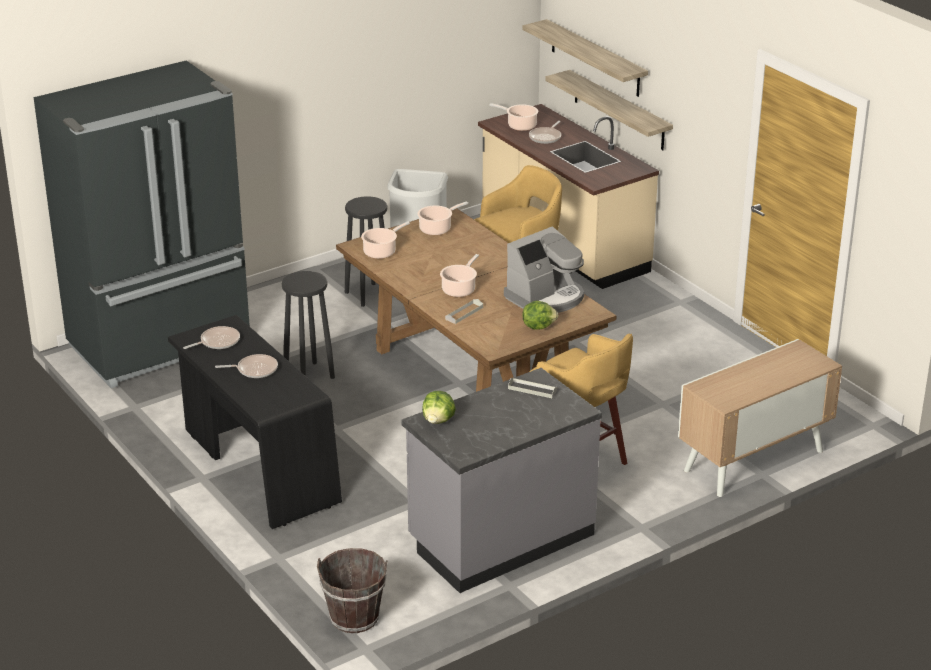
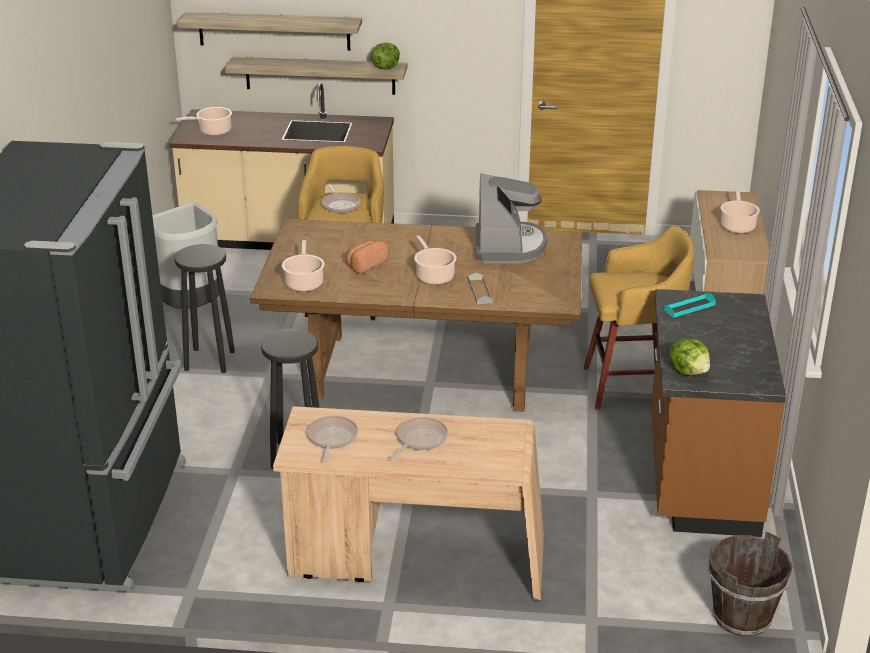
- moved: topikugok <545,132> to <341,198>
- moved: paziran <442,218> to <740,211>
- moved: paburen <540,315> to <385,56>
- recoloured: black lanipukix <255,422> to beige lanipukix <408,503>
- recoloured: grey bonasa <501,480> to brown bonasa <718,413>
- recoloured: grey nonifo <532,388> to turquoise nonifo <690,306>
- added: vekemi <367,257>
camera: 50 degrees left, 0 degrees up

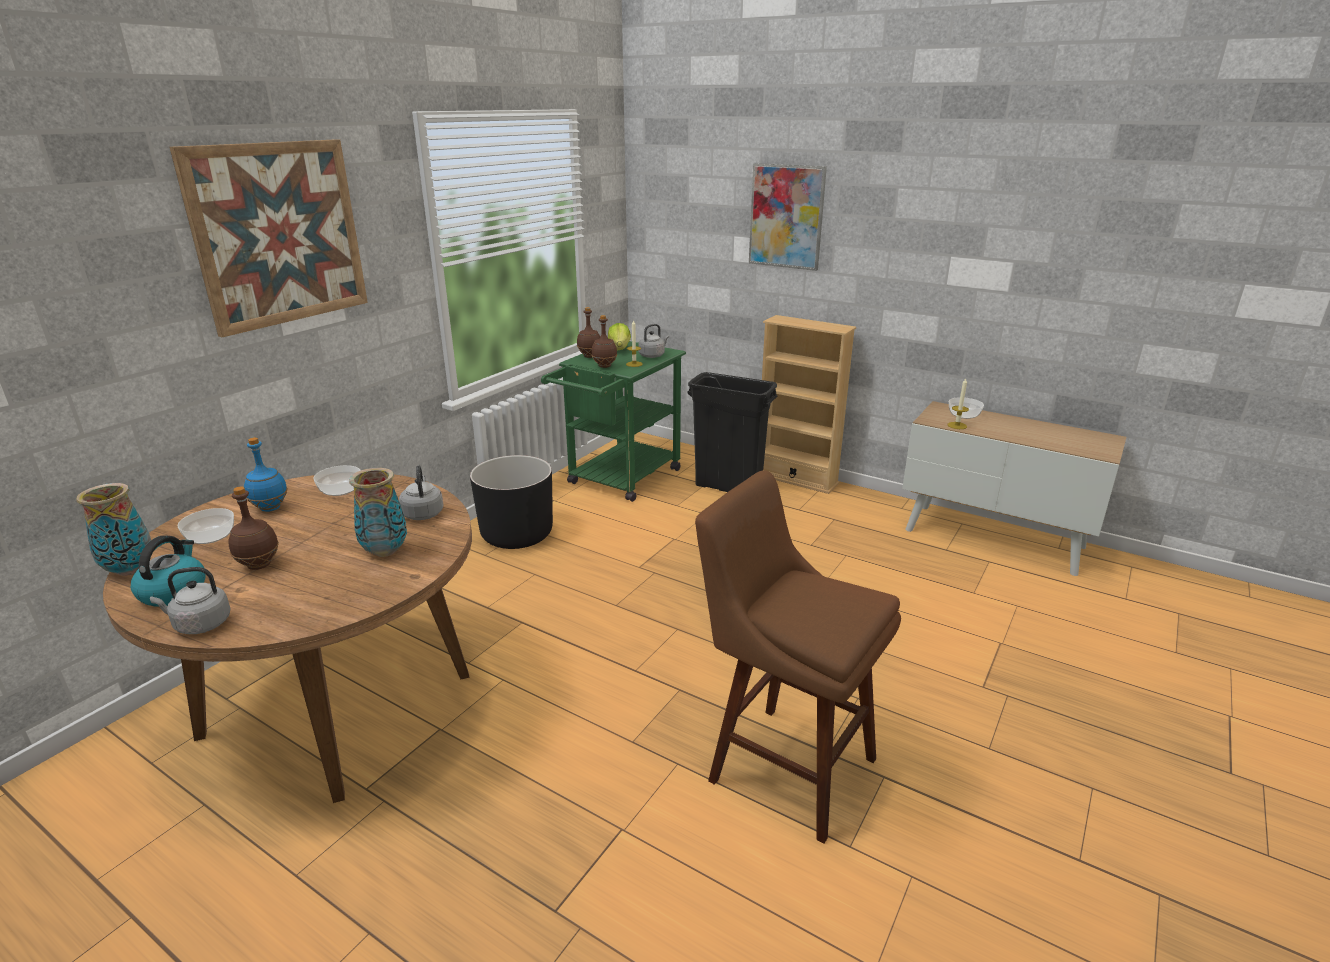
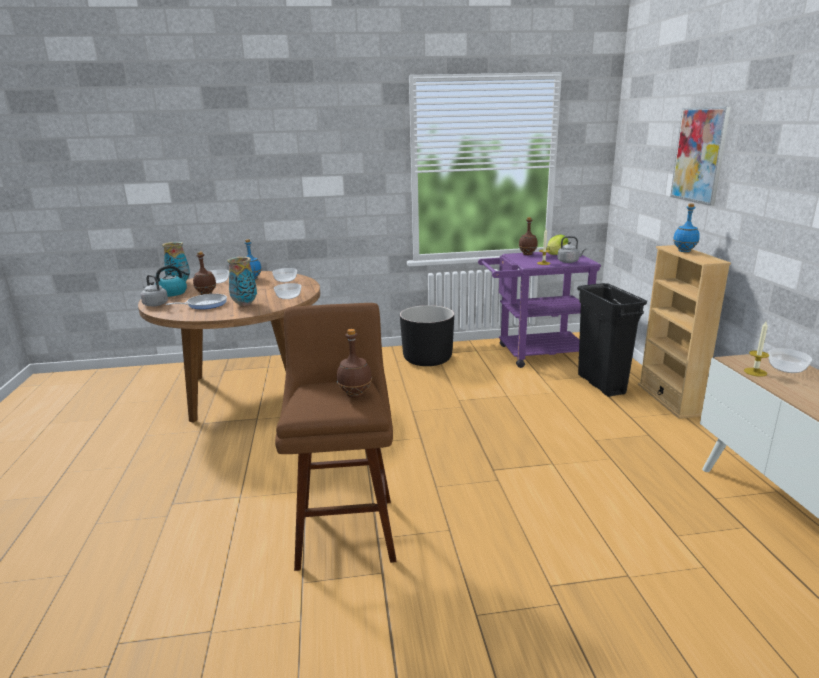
- removed: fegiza <268,238>
- moved: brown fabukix <604,341> to <354,363>
- recoloured: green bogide <613,421> to purple bogide <539,310>
- replaced: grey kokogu <421,492> to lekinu <287,291>
- added: blue fabukix <686,228>
- added: topikugok <196,301>
camera: 50 degrees right, 5 degrees down

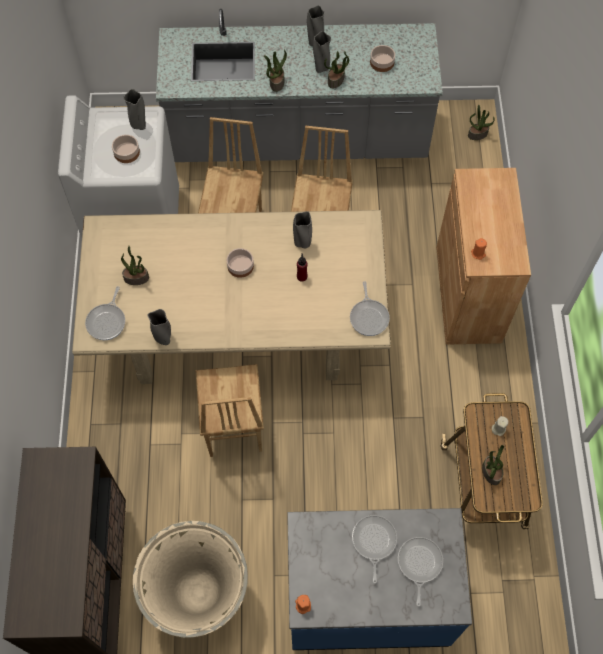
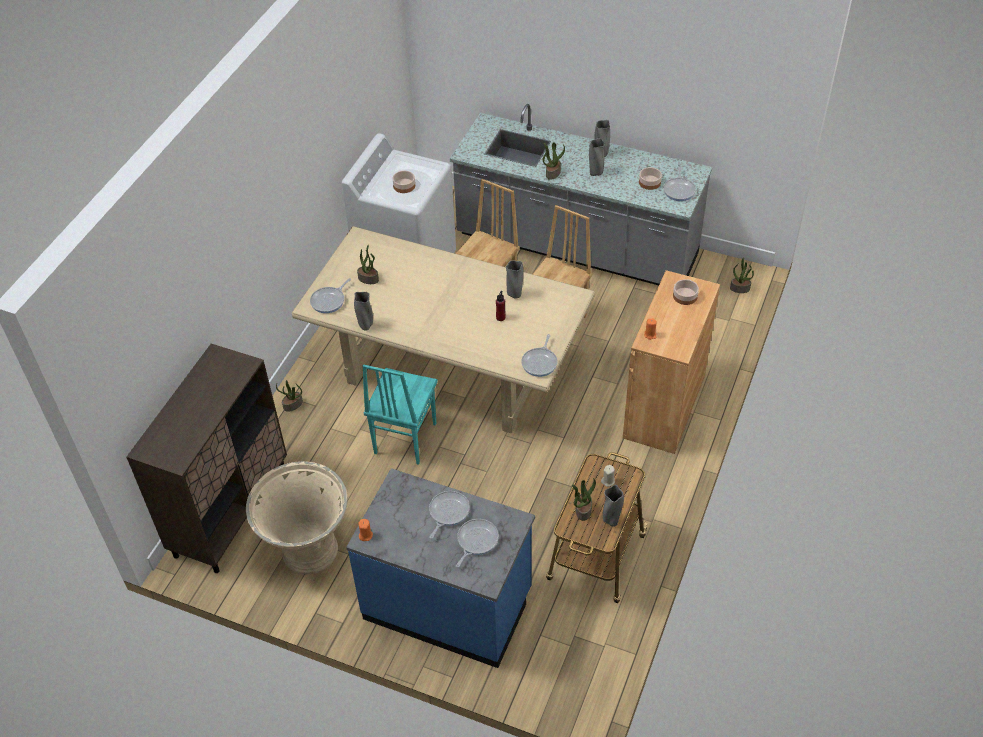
- moved: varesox <336,70> to <289,396>
- moved: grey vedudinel <135,109> to <613,506>
- moved: lekinu <240,263> to <686,292>
- recoloured: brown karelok <230,410> to turquoise karelok <400,415>
- added: topikugok <679,183>
camera: 25 degrees right, 15 degrees down

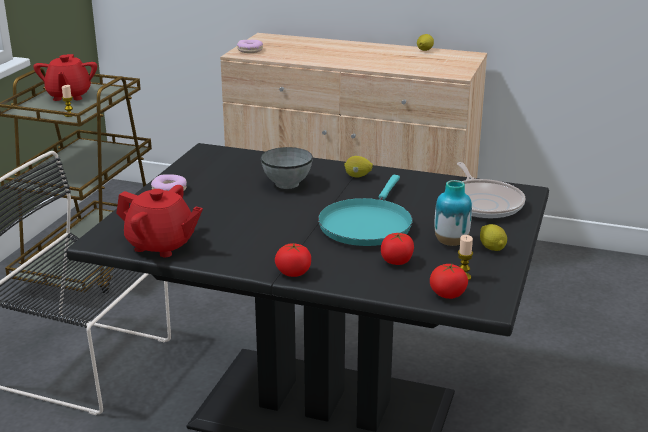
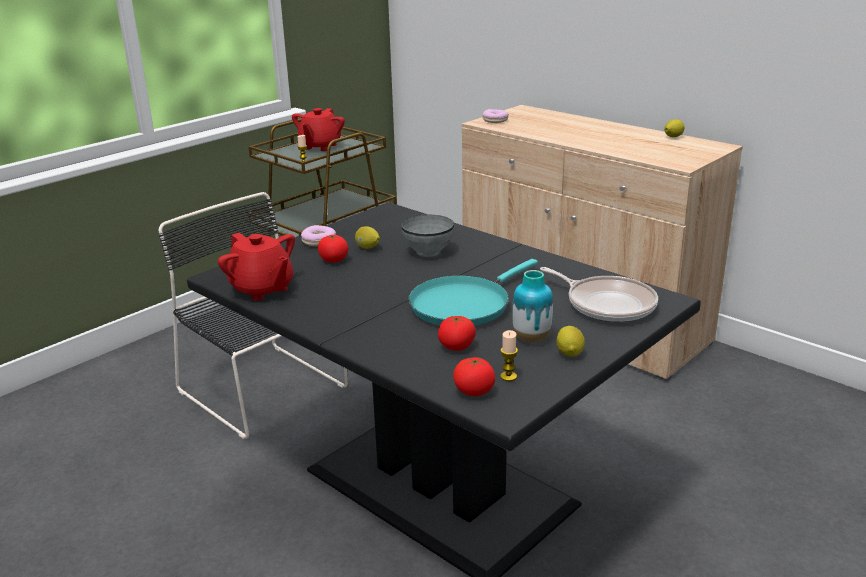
- moved: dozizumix <358,166> to <367,237>
- turned: topikugok <491,190> = <599,294> 60 degrees counterclockwise
- moved: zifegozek <293,260> to <333,249>
camera: 25 degrees right, 0 degrees up

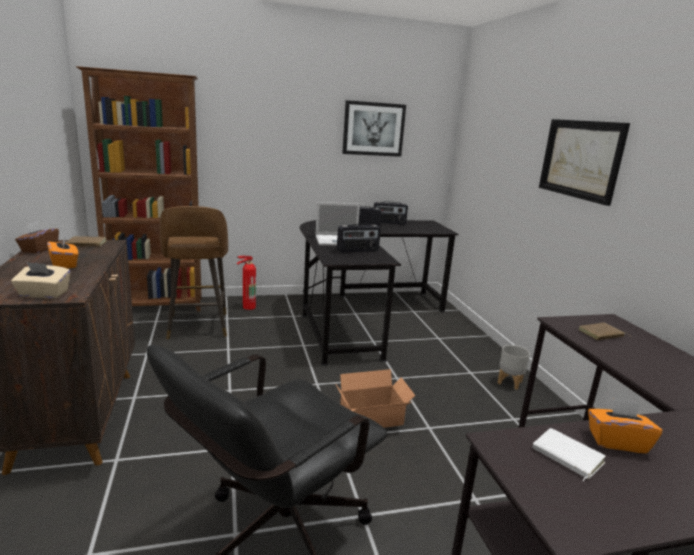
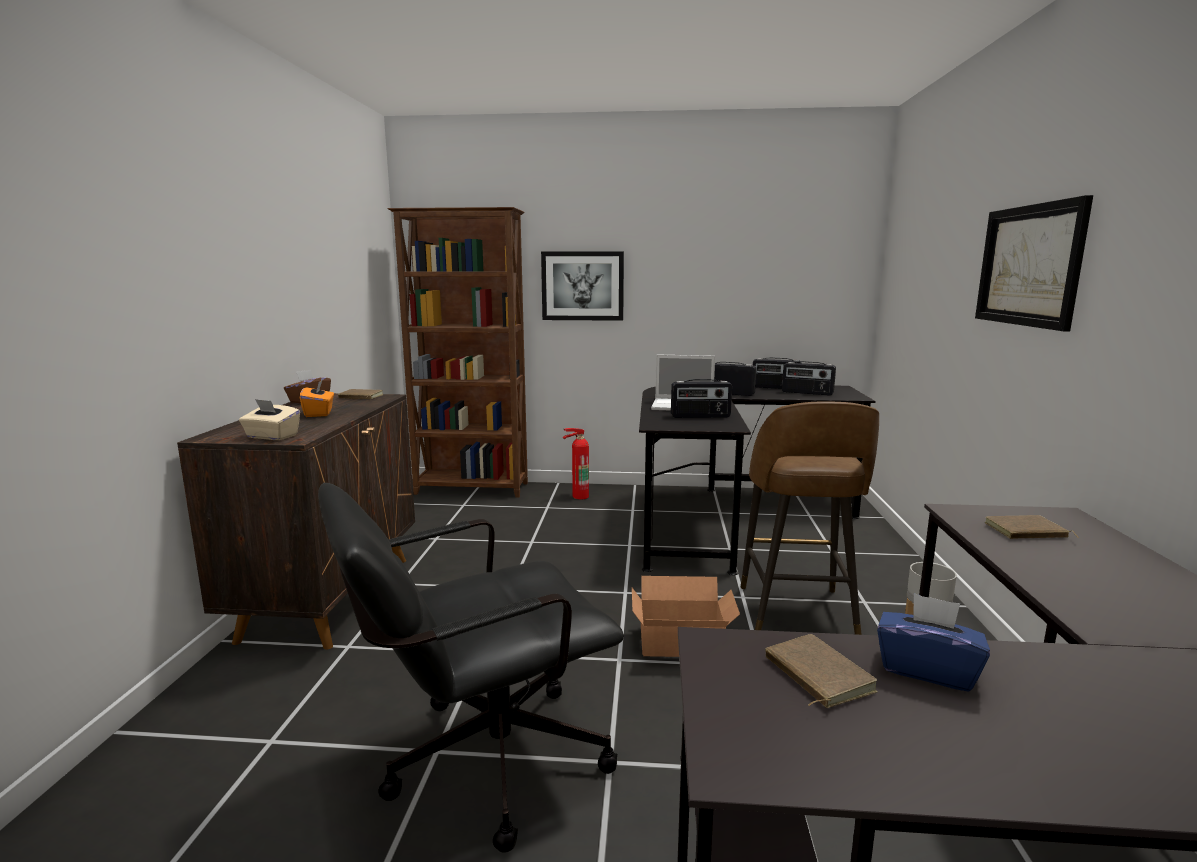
- moved: fegiza <374,128> to <582,286>
- moved: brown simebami <194,273> to <810,518>
- recoloured: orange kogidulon <625,425> to blue kogidulon <933,642>
- recoloured: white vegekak <569,454> to brown vegekak <821,671>
- added: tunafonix <809,378>
camera: 20 degrees right, 5 degrees down

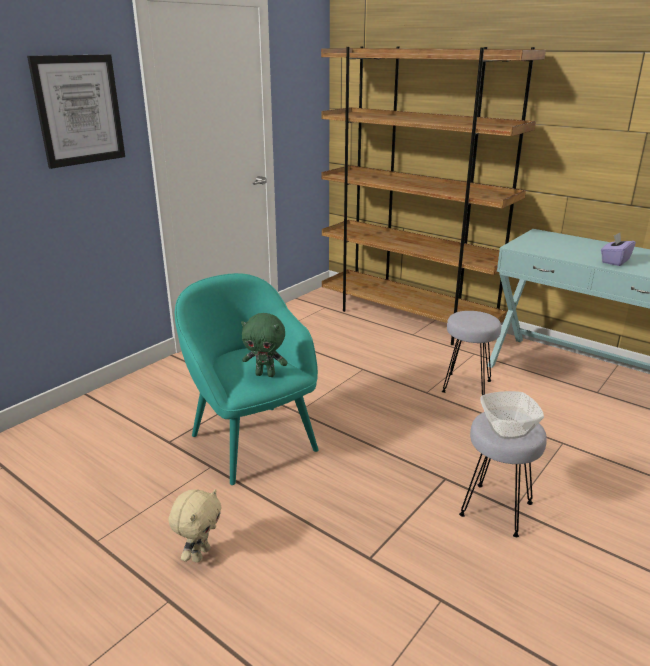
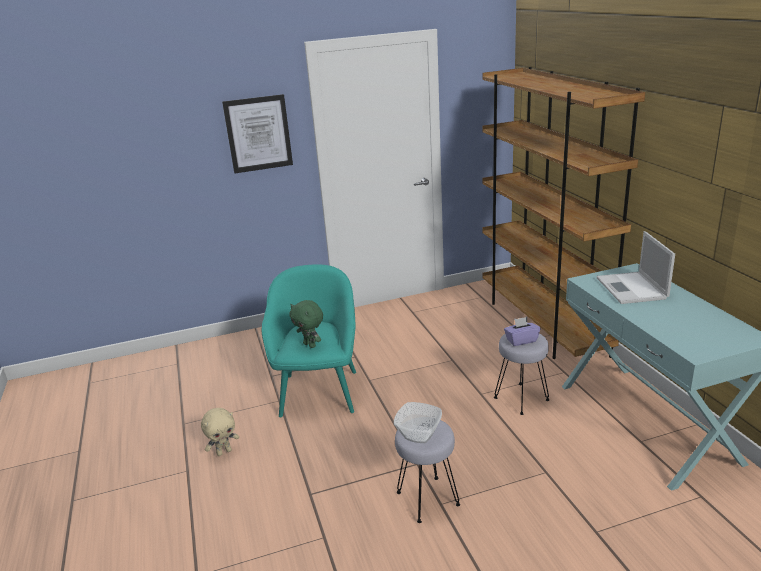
- moved: purple kogidulon <618,249> to <522,331>
- added: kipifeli <635,267>
camera: 35 degrees right, 0 degrees up

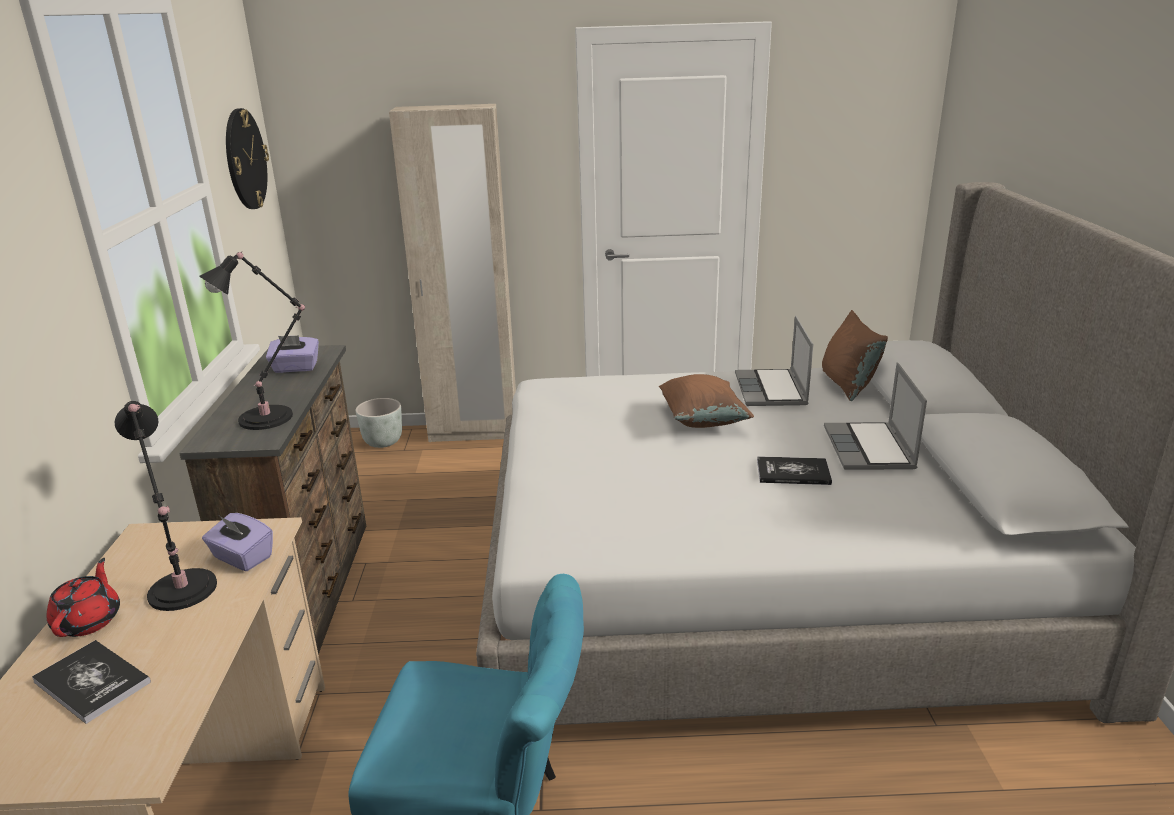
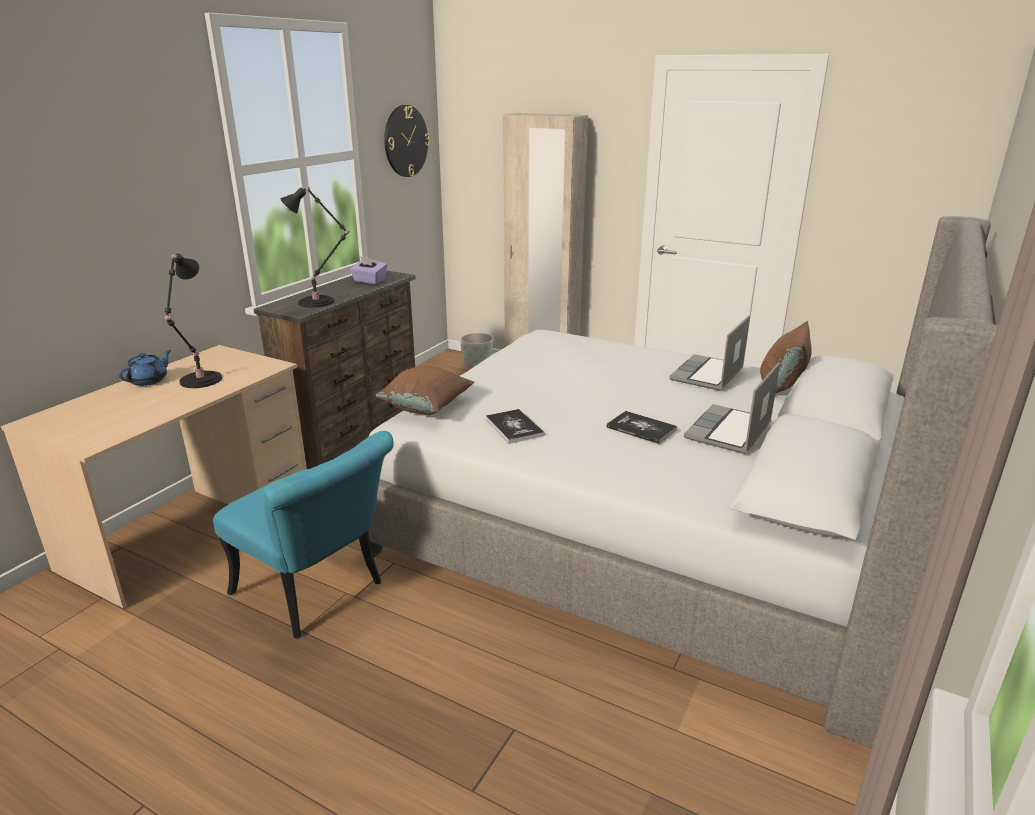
- moved: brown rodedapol <706,401> to <425,390>
- removed: purple kogidulon <237,542>
- recoloured: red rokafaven <83,597> to blue rokafaven <144,368>
- moved: vegekak <91,682> to <515,426>
camera: 30 degrees right, 0 degrees up

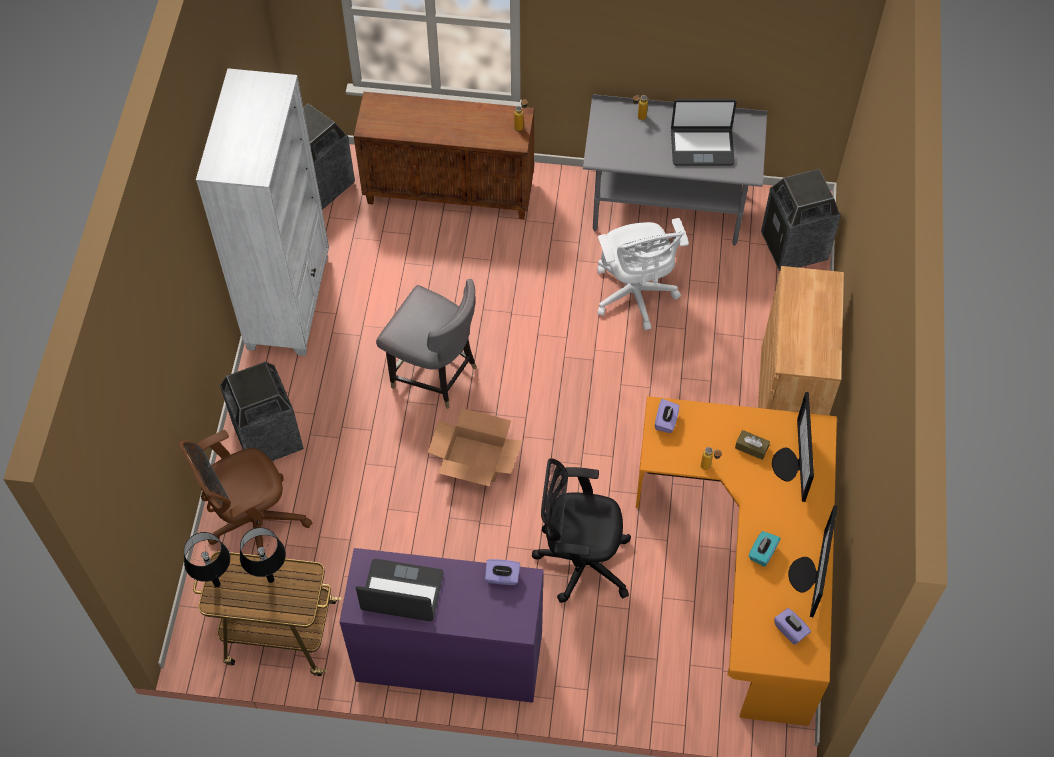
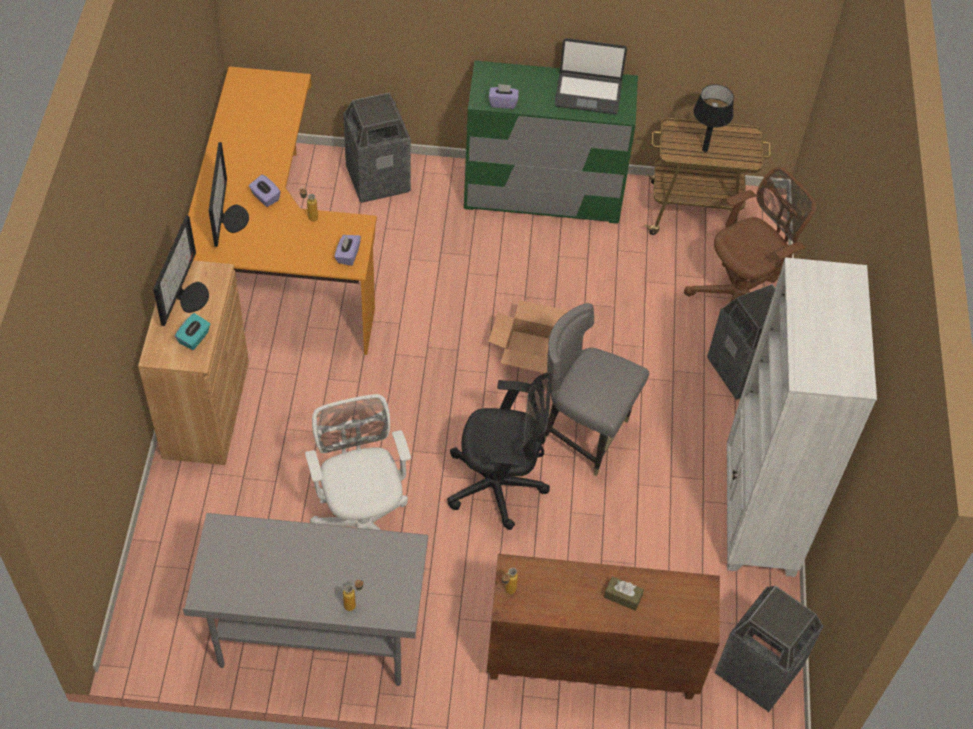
- removed: kipifeli <704,132>
- moved: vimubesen <801,220> to <377,148>
- moved: brown kogidulon <752,445> to <624,593>
- moved: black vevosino <581,530> to <499,451>
- moved: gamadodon <812,561> to <181,270>
- moved: turquoise kogidulon <765,549> to <193,331>
- removed: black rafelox <207,559>
- recoloured: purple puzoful <442,625> to green puzoful <551,142>
- moved: purple kogidulon <792,626> to <265,190>
camera: 175 degrees right, 5 degrees down

